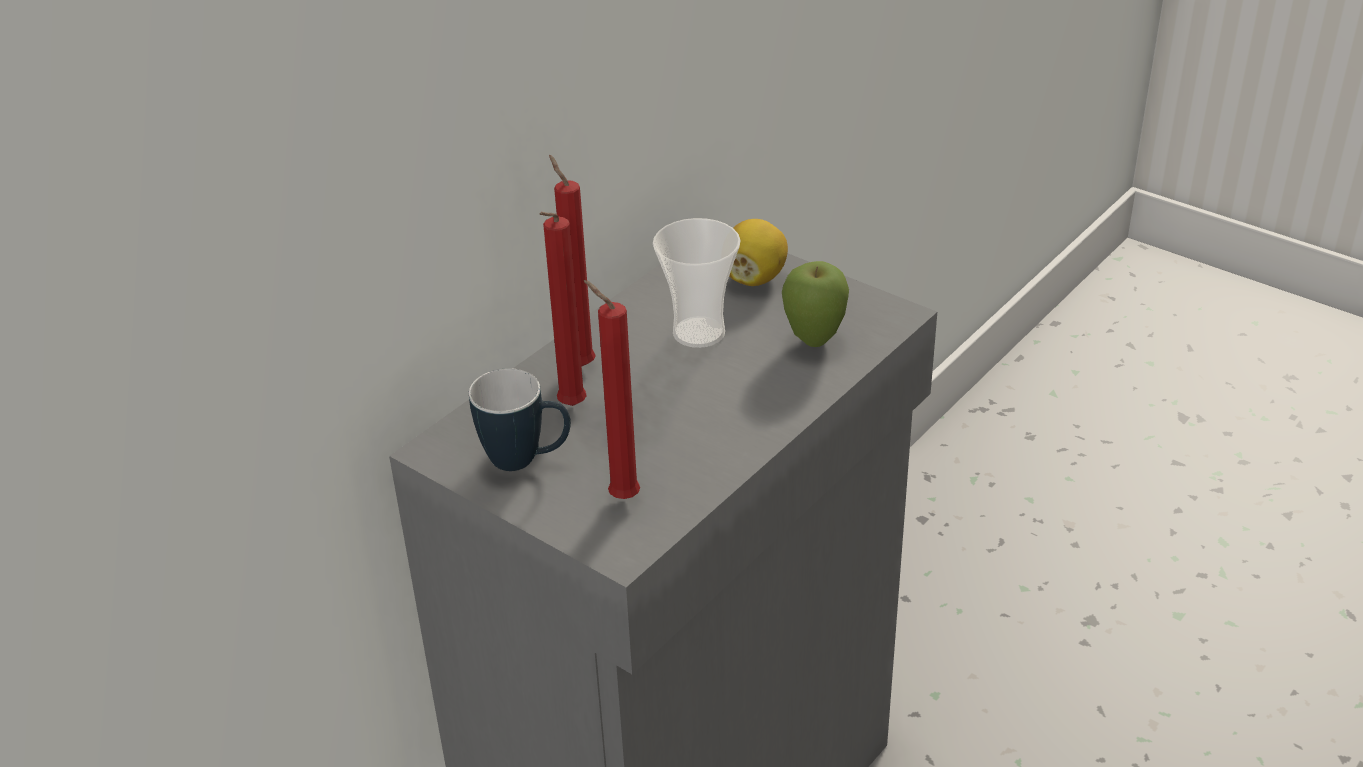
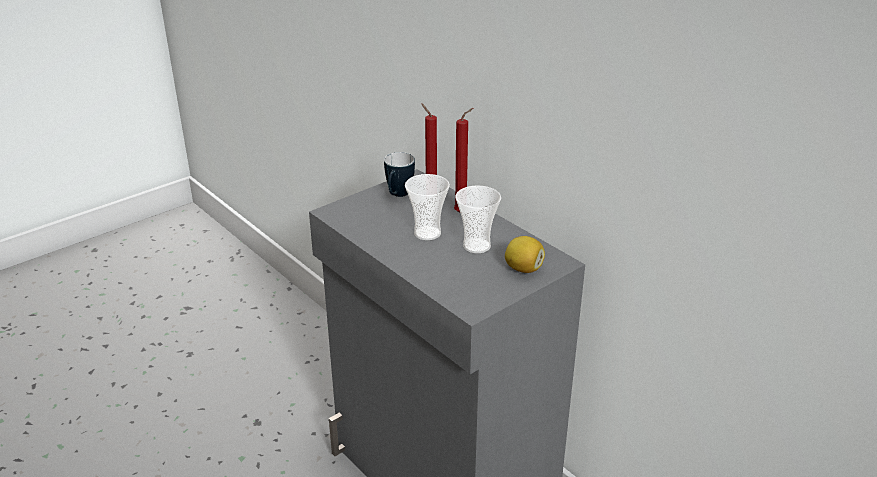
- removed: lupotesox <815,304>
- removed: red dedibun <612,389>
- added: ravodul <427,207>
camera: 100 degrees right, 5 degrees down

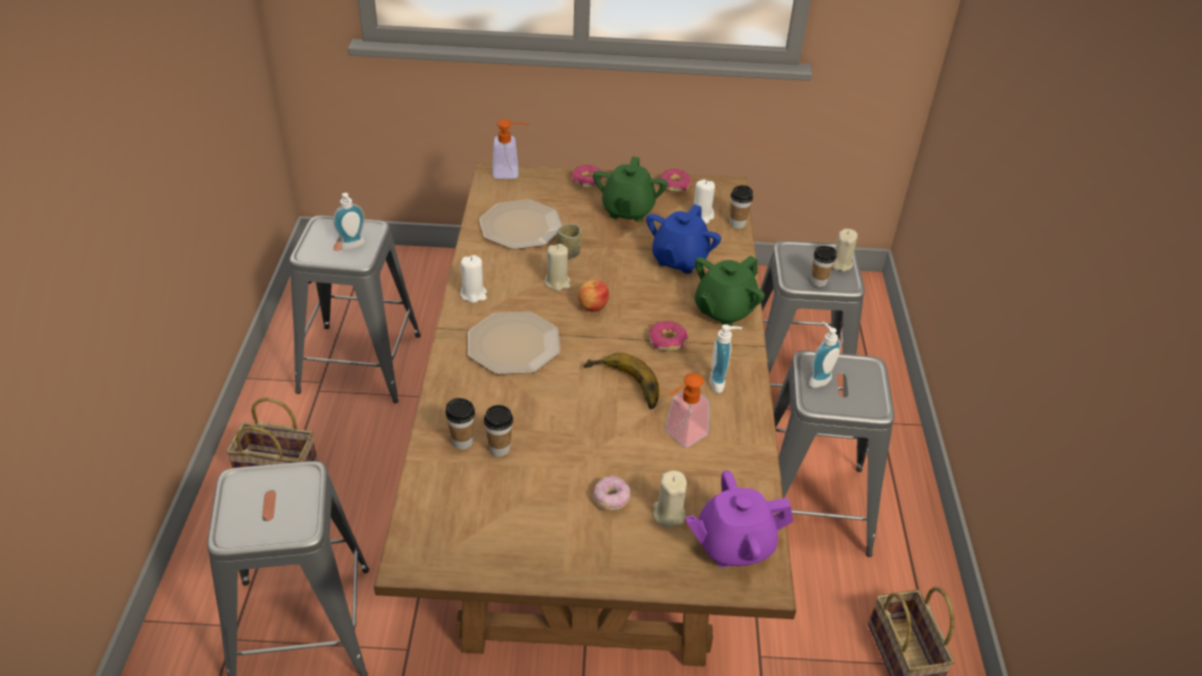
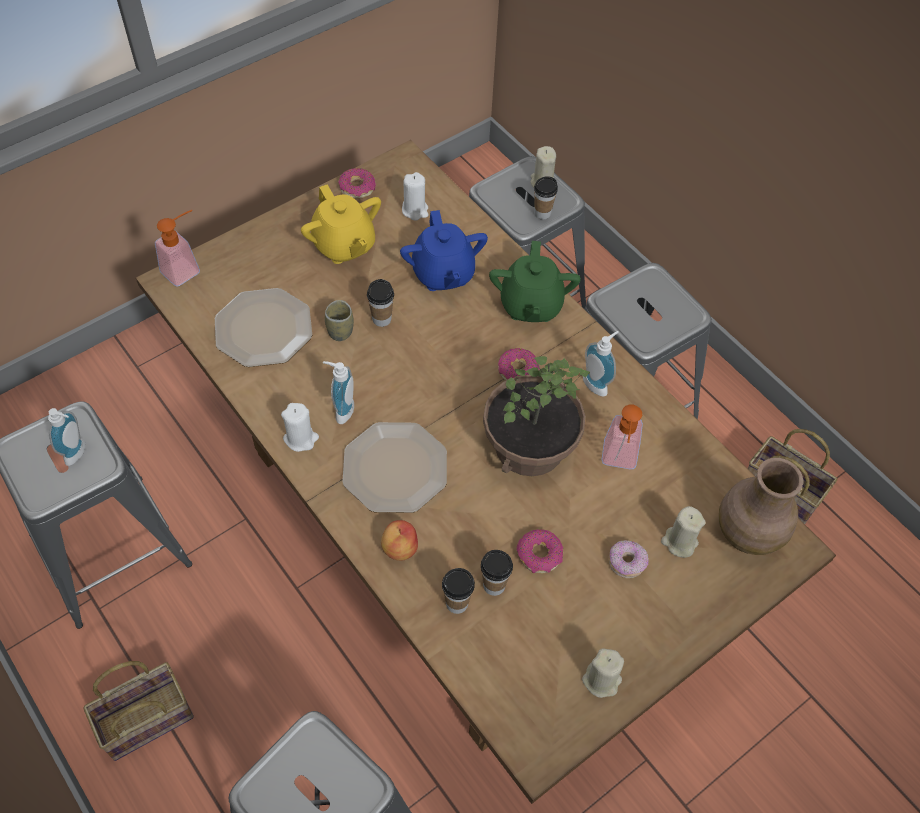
- recoloured: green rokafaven <630,189> to yellow rokafaven <341,224>
- moved: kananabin <587,176> to <540,551>
- moved: ravodul <741,207> to <380,303>
- moved: beige dedibun <557,267> to <603,673>
- moved: lupotesox <593,296> to <399,540>
- moved: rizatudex <825,355> to <338,392>
- replaced: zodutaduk <621,381> to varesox <536,416>
- replaced: purple rokafaven <739,518> to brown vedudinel <761,506>
camera: 40 degrees left, 15 degrees up

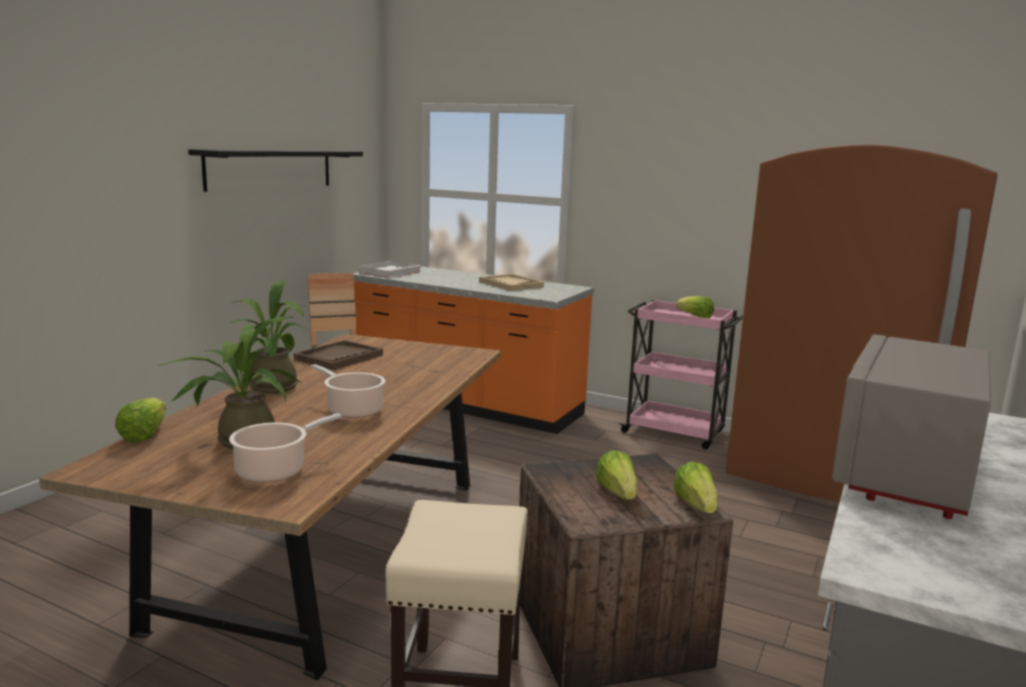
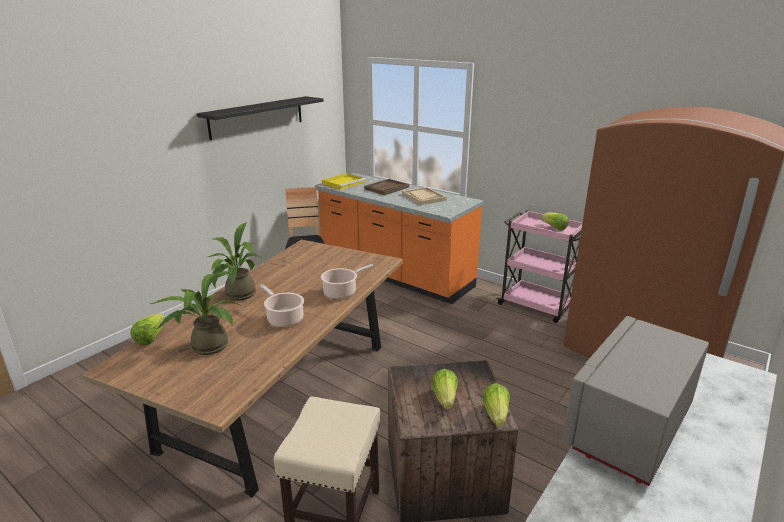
- recoloured: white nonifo <390,269> to yellow nonifo <343,181>
- moved: brown nonifo <338,355> to <386,187>
- moved: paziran <285,448> to <347,281>
camera: 10 degrees right, 10 degrees up

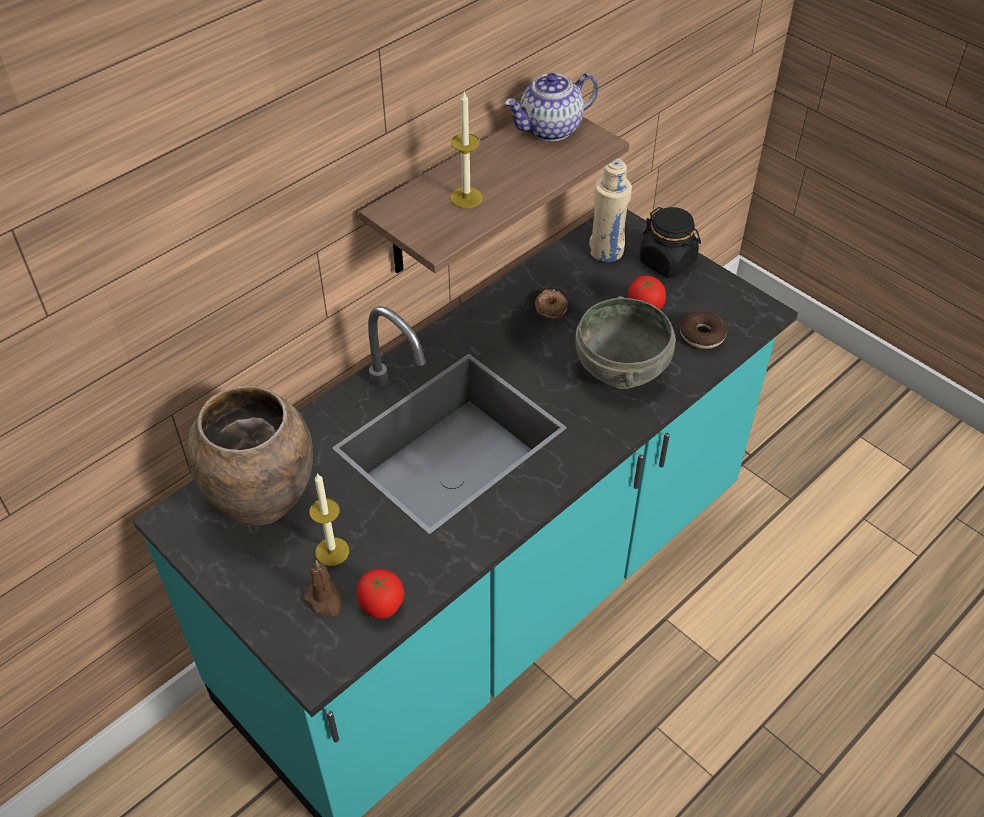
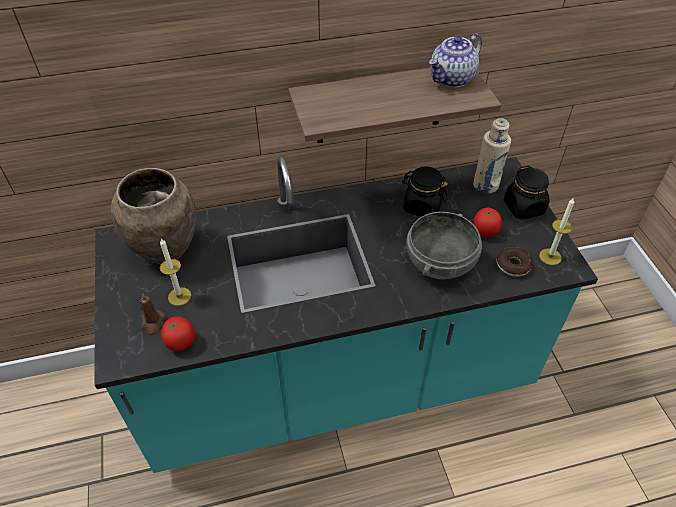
- turned: rokafaven <551,107> = <455,60> 45 degrees counterclockwise
- moved: dedibun <466,150> to <556,231>
- replaced: kananabin <551,304> to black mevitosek <425,192>
camera: 30 degrees right, 0 degrees up

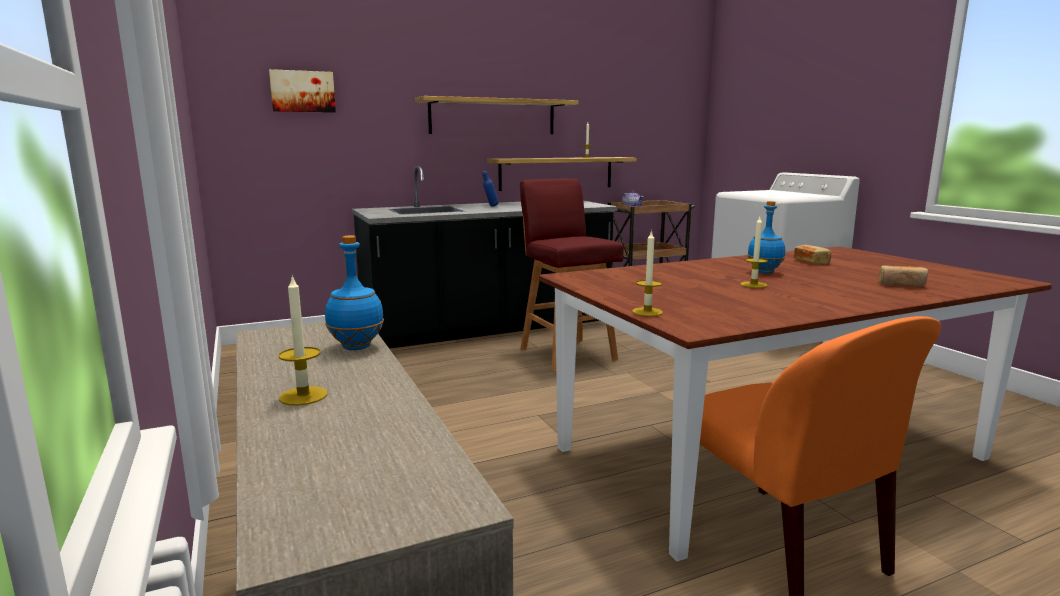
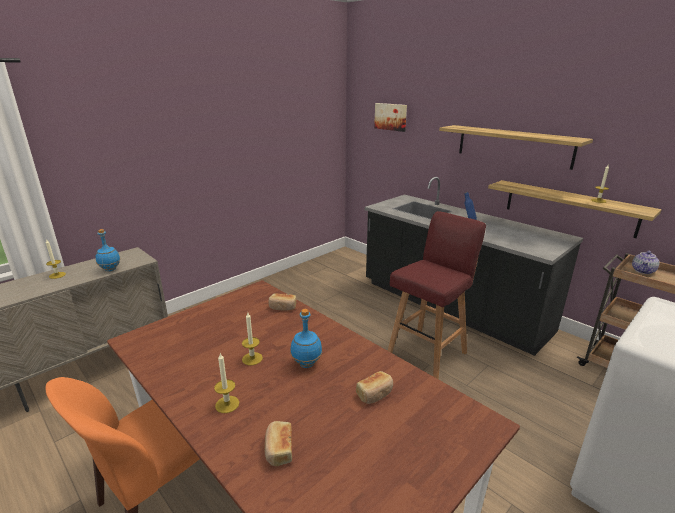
- moved: dedibun <647,273> to <226,383>
- added: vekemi <282,302>
camera: 70 degrees right, 10 degrees up

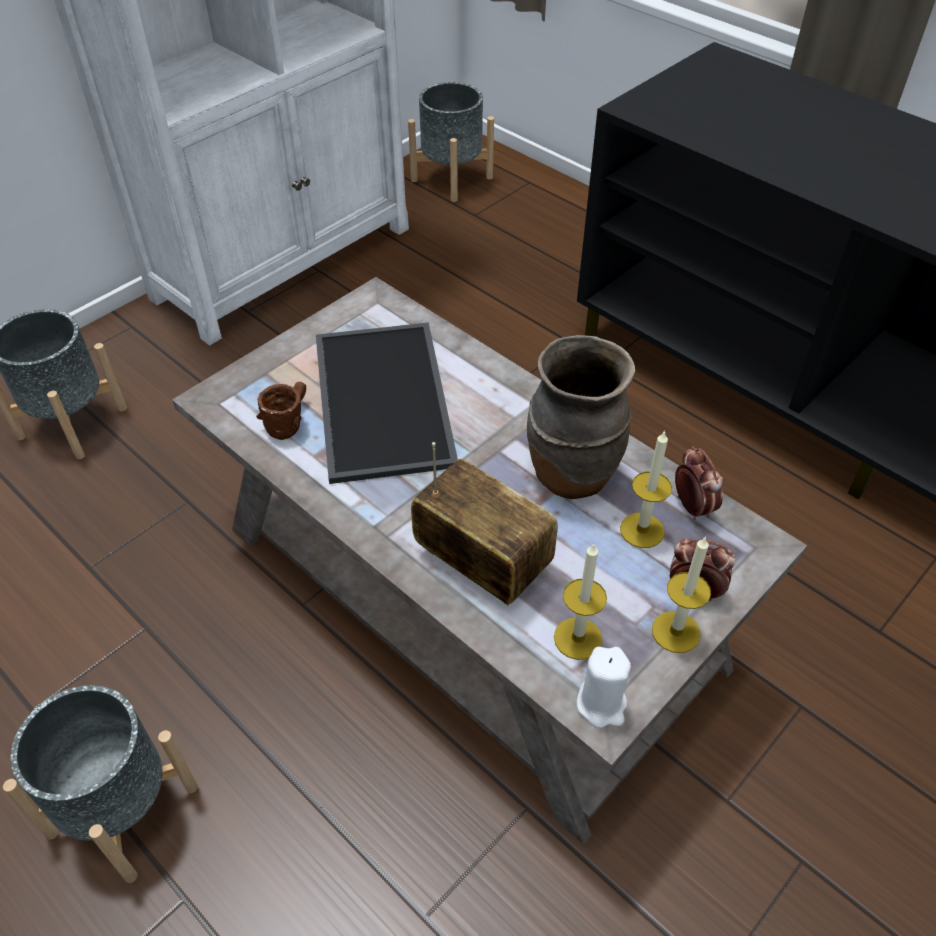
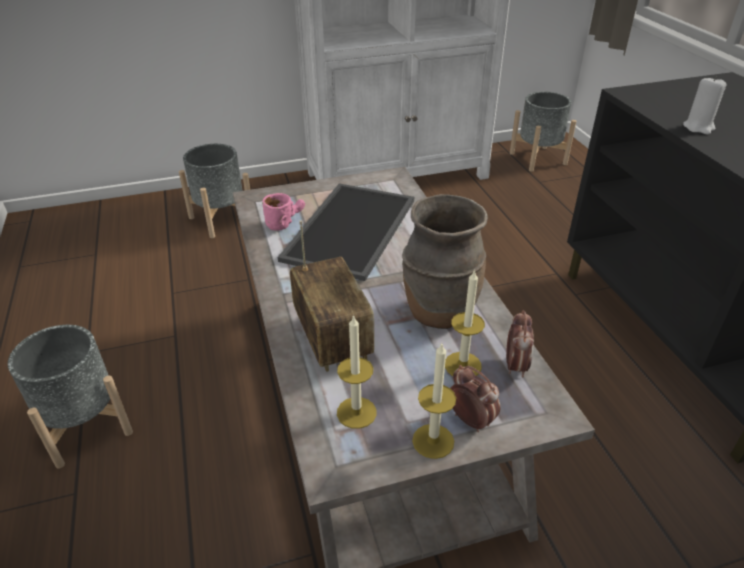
- recoloured: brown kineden <281,411> to pink kineden <283,212>
- moved: white dedibun <604,687> to <705,105>
camera: 30 degrees right, 10 degrees down

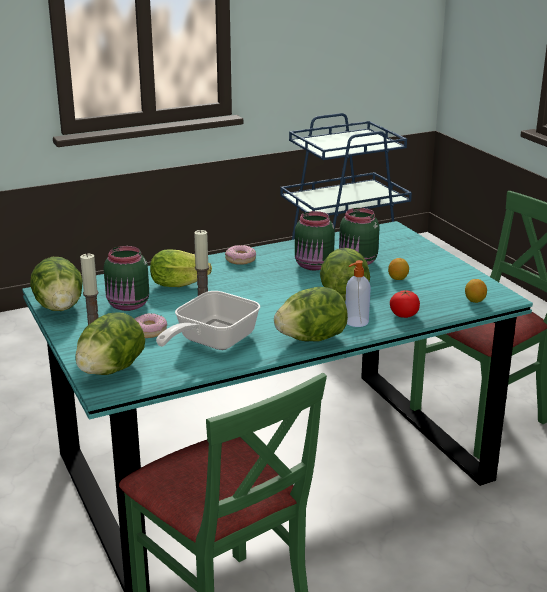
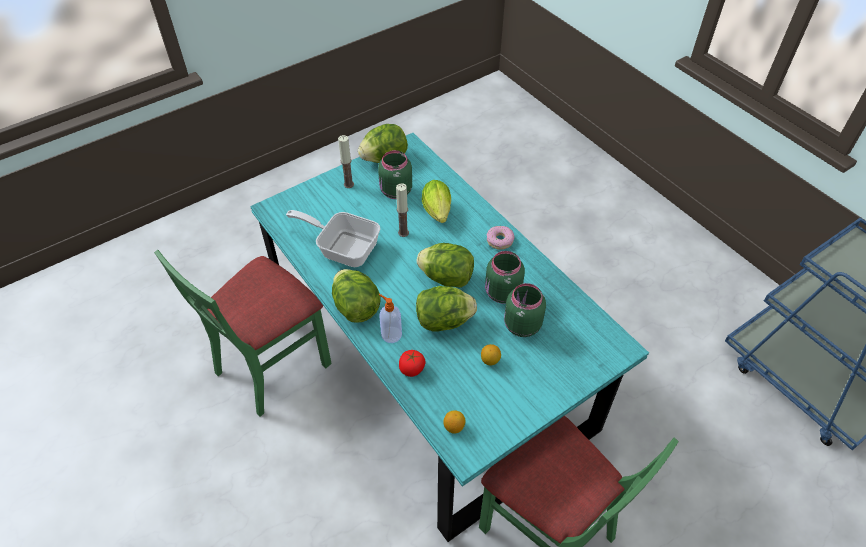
- moved: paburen <110,343> to <445,265>
- removed: kananabin <150,325>
camera: 80 degrees right, 25 degrees up

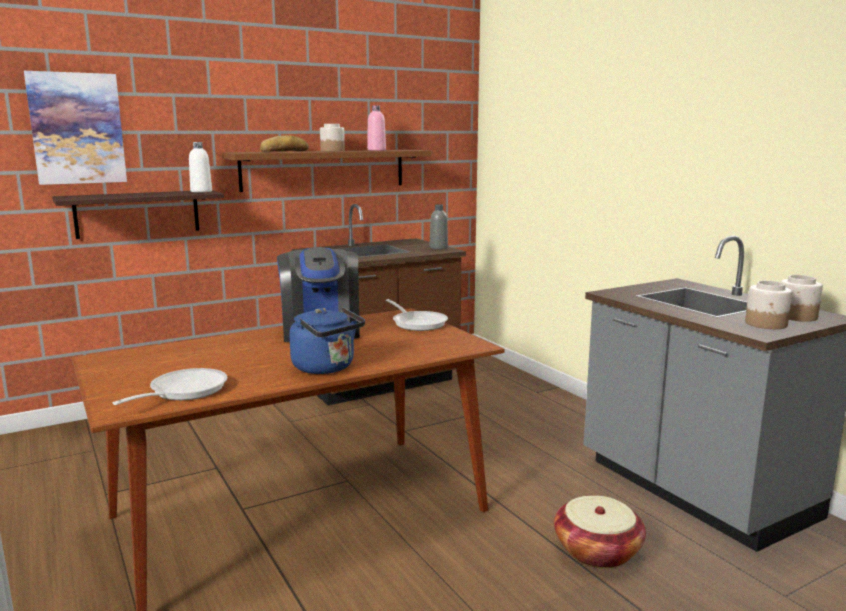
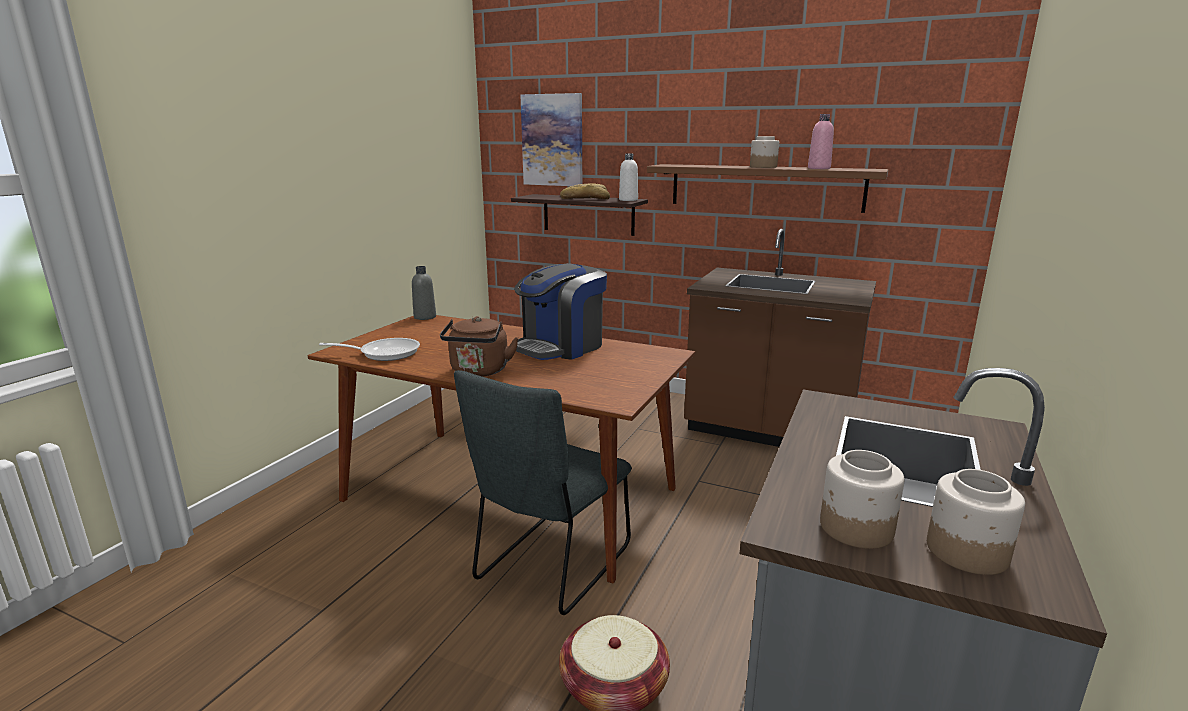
- moved: vekemi <284,143> to <585,191>
- moved: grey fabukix <439,226> to <424,293>
- removed: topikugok <417,315>
- recoloured: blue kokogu <327,340> to brown kokogu <479,346>
- added: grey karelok <543,492>
camera: 55 degrees right, 5 degrees up

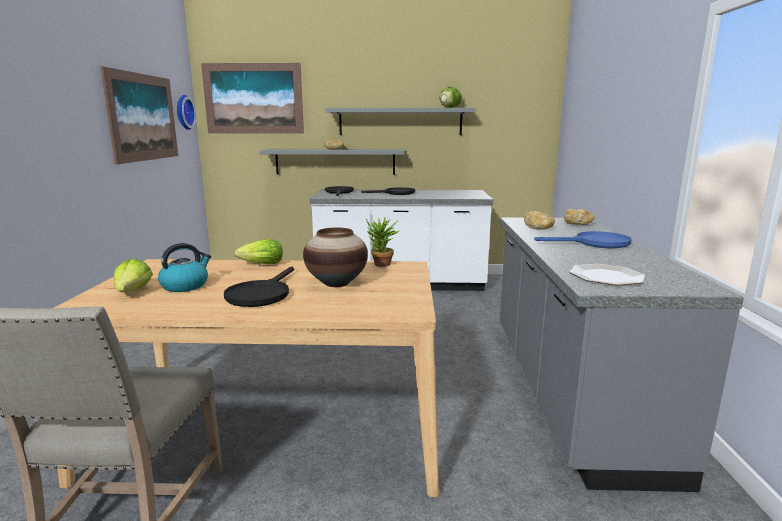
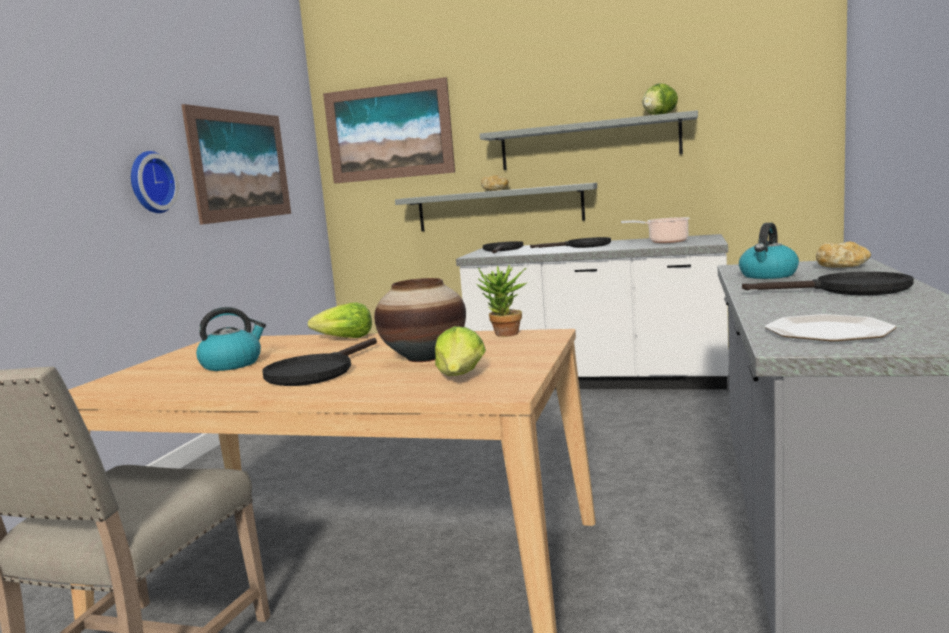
- moved: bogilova <186,112> to <155,182>
- replaced: vekemi <539,220> to kokogu <769,251>
- recoloured: blue topikugok <583,240> to black topikugok <828,283>
- moved: paburen <133,275> to <460,351>
- added: paziran <655,230>
camera: 15 degrees right, 5 degrees down

